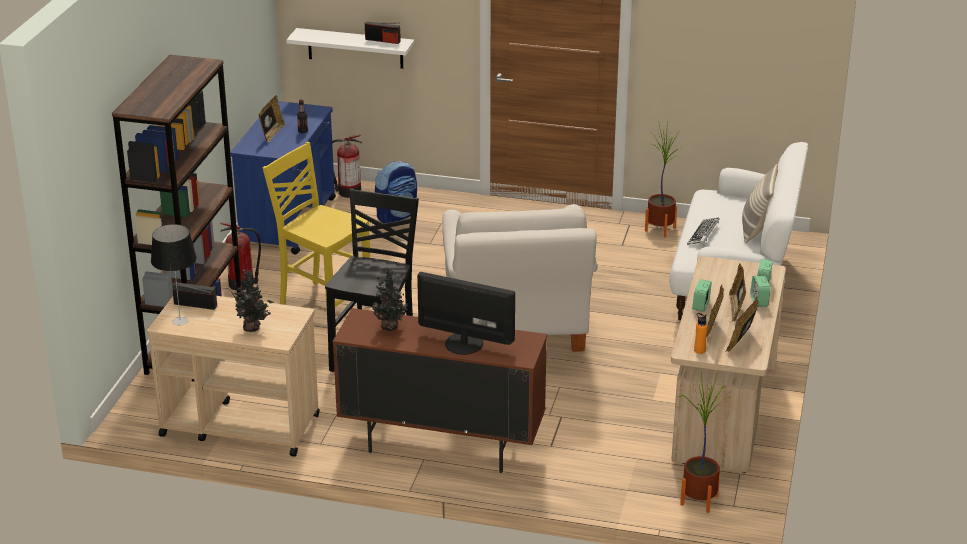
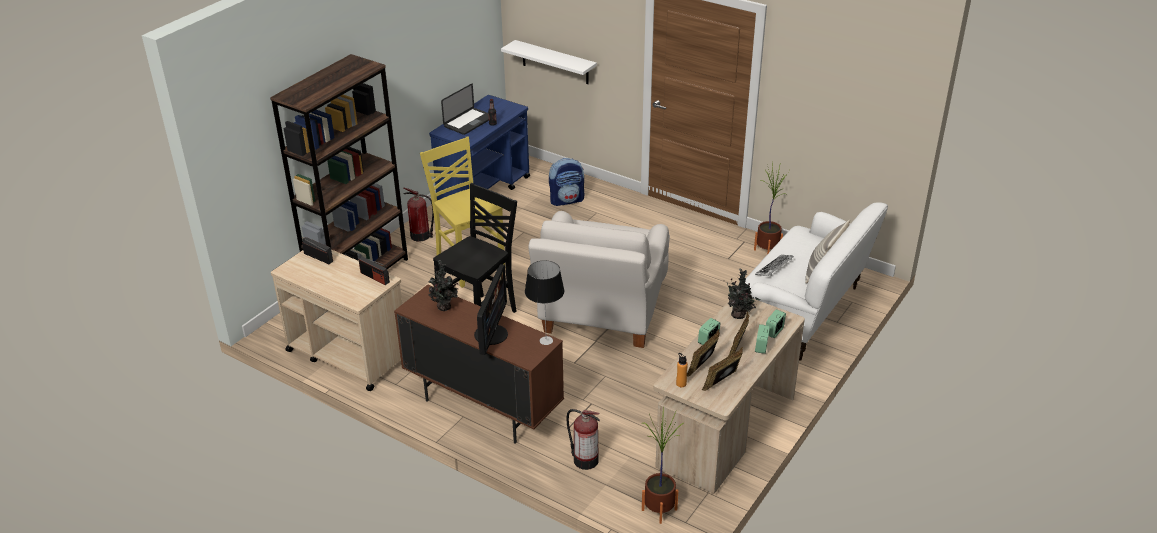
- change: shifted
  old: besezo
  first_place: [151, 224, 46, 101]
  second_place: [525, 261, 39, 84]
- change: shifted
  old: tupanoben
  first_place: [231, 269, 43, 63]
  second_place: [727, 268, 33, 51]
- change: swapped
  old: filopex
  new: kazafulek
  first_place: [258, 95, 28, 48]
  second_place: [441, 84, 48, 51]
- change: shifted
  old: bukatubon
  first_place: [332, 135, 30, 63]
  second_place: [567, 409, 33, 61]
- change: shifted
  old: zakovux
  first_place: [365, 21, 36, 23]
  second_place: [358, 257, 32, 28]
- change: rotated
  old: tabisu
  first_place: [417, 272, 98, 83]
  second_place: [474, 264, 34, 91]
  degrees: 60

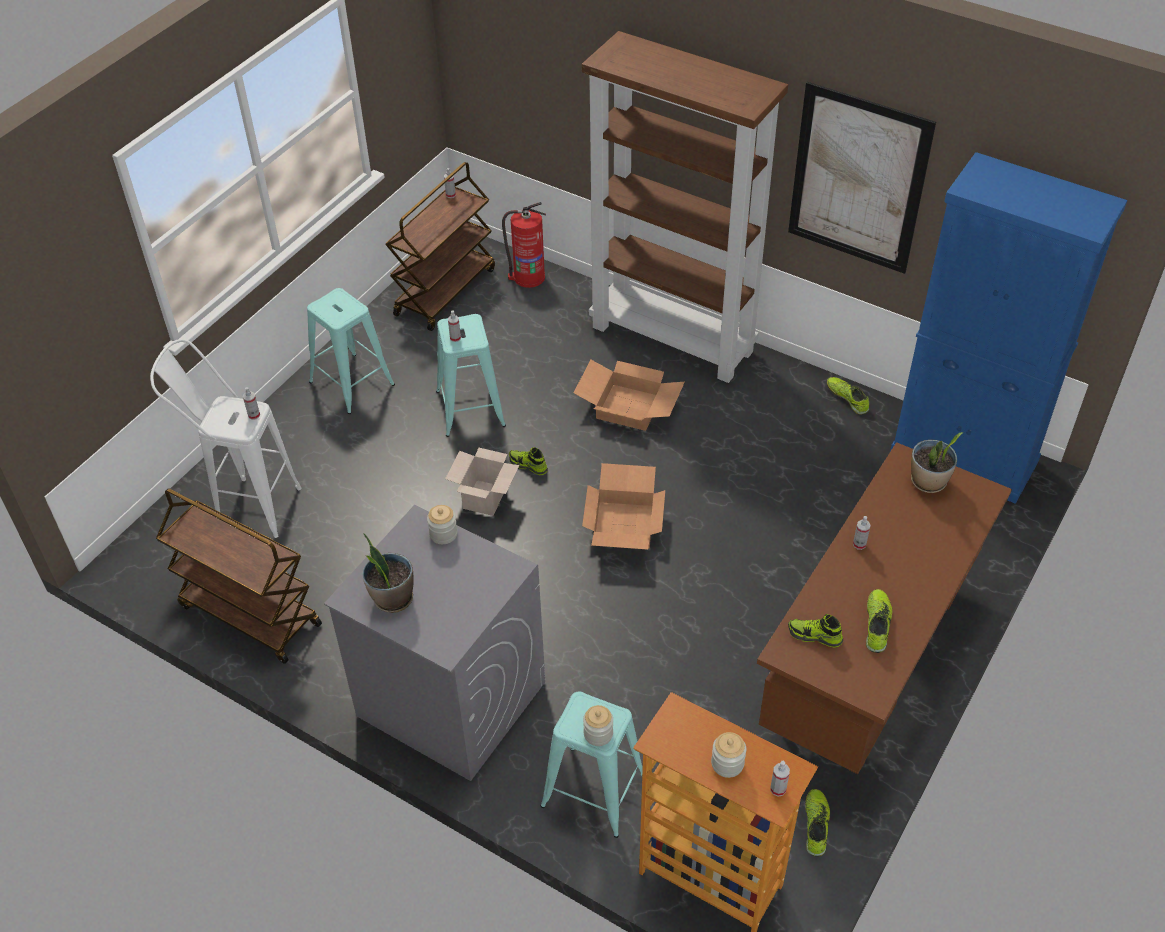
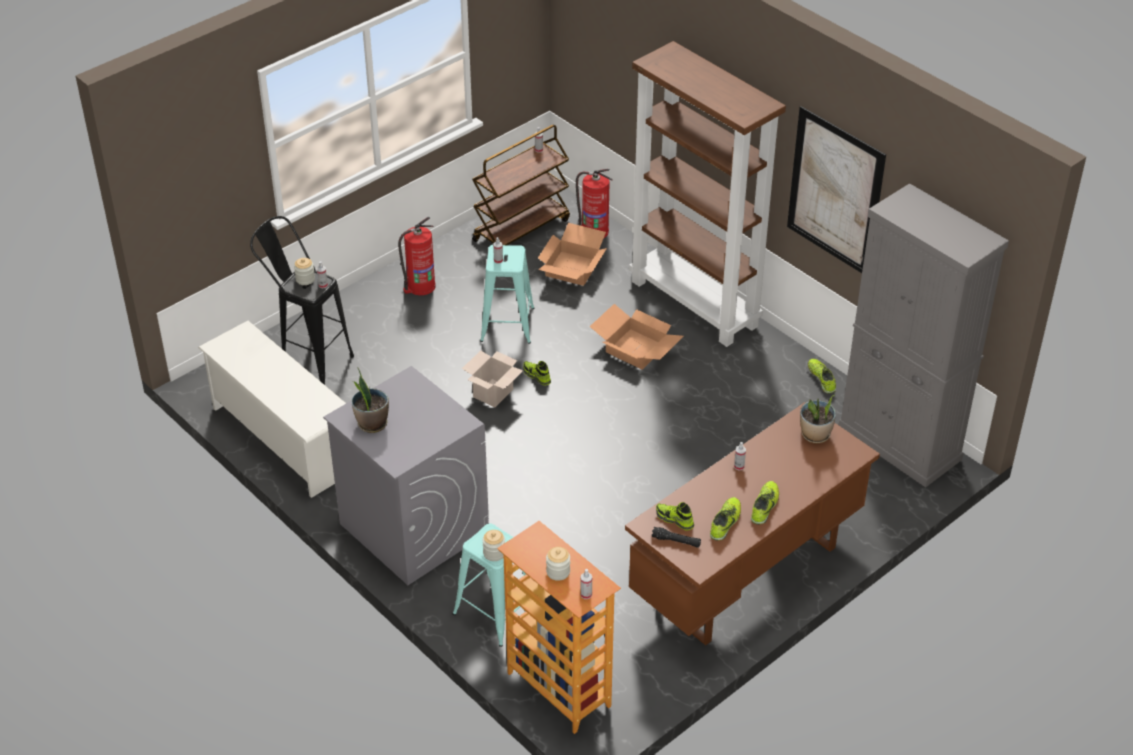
- change: repainted
  old: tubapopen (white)
  new: tubapopen (black)
  first_place: [150, 339, 151, 199]
  second_place: [250, 216, 104, 169]
- change: swapped
  old: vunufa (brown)
  new: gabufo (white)
  first_place: [156, 488, 166, 176]
  second_place: [198, 321, 148, 177]
- change: swapped
  old: tubapopen (turquoise)
  new: bukatubon
  first_place: [307, 288, 88, 126]
  second_place: [398, 217, 38, 78]
- change: shifted
  old: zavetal
  first_place: [427, 505, 30, 39]
  second_place: [294, 258, 21, 27]
- change: shifted
  old: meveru
  first_place: [582, 463, 83, 87]
  second_place: [538, 223, 69, 63]
- change: shifted
  old: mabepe
  first_place: [805, 789, 25, 68]
  second_place: [751, 481, 28, 44]
- change: repainted
  old: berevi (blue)
  new: berevi (grey)
  first_place: [890, 152, 237, 352]
  second_place: [838, 183, 171, 304]
- change: new
  new: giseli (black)
  second_place: [651, 527, 50, 21]

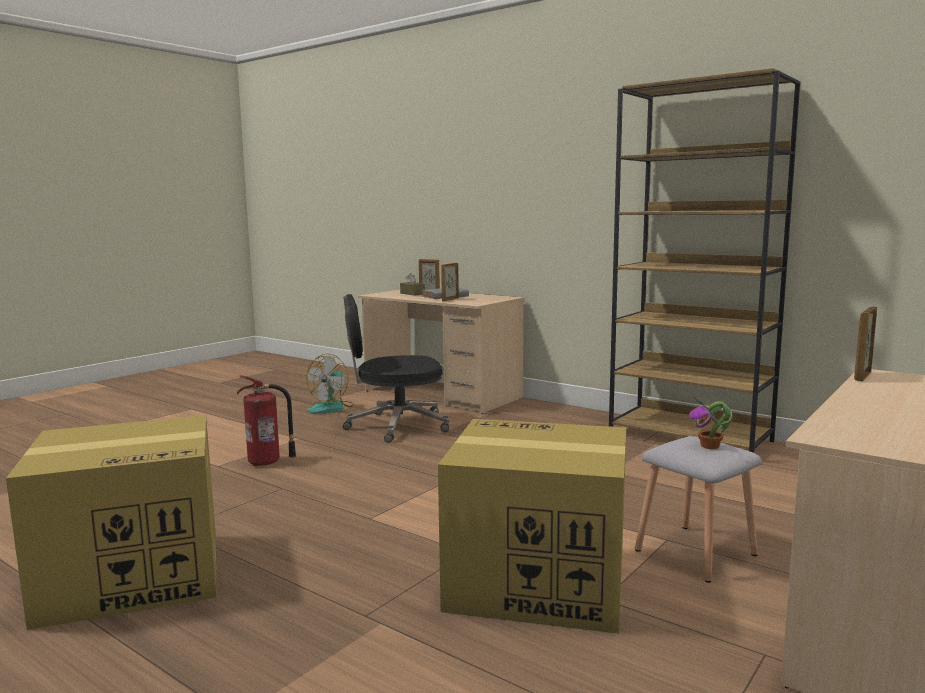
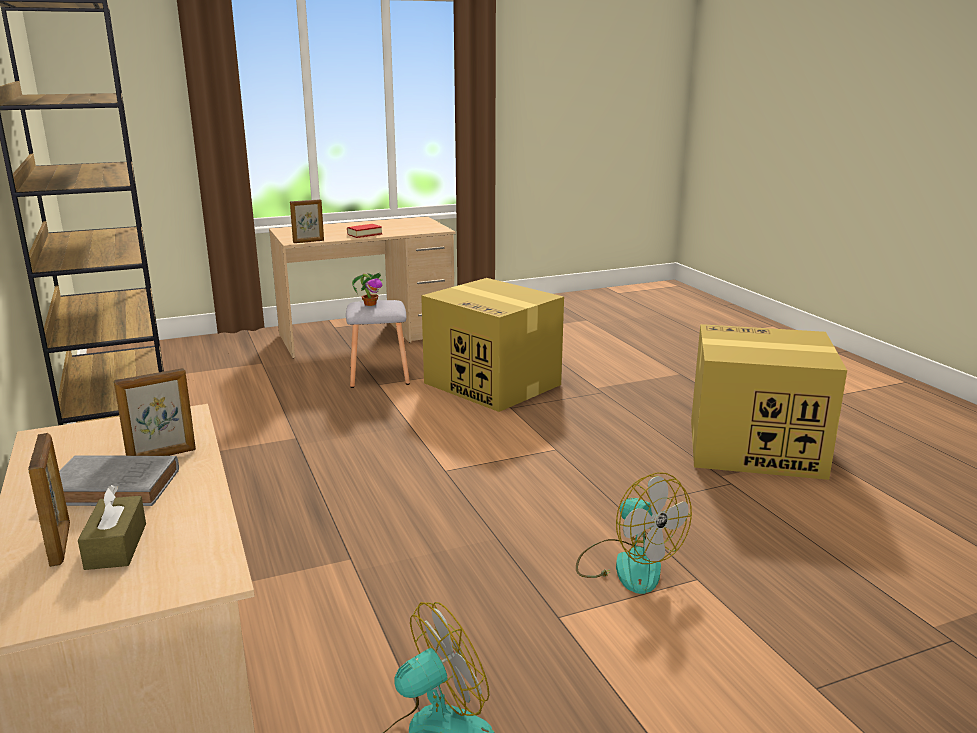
- change: swapped
  old: bukatubon
  new: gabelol
  first_place: [237, 375, 59, 91]
  second_place: [576, 472, 116, 122]
- change: gone
  old: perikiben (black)
  first_place: [343, 294, 106, 149]
- change: new
  new: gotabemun
  second_place: [347, 224, 35, 14]

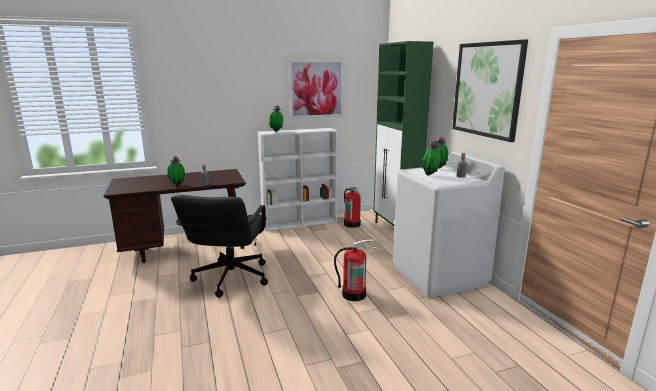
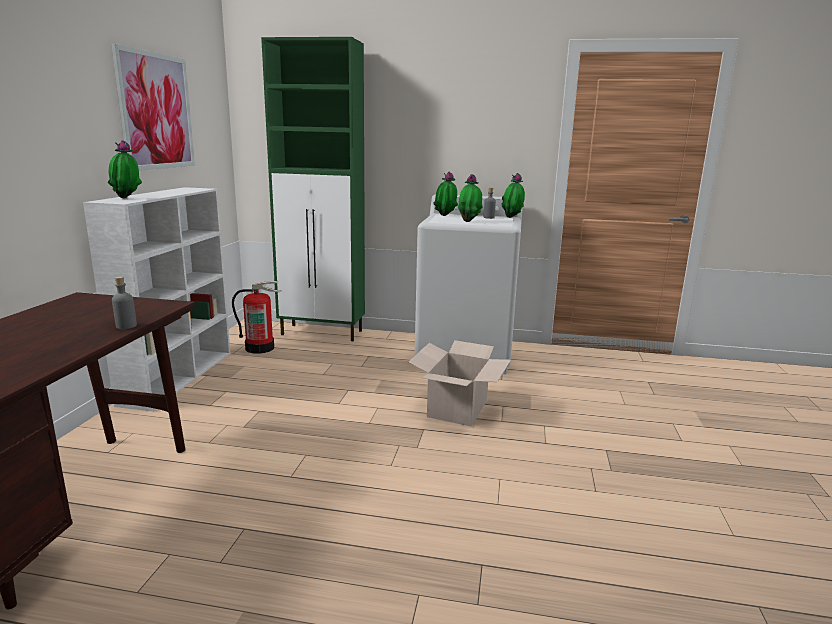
- change: shifted
  old: tupanoben
  first_place: [167, 156, 19, 30]
  second_place: [501, 173, 24, 45]
- change: gone
  old: perikiben (black)
  first_place: [171, 195, 97, 102]
- change: swapped
  old: bukatubon
  new: meveru
  first_place: [334, 239, 43, 62]
  second_place: [409, 340, 102, 86]
- change: gone
  old: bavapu
  first_place: [452, 39, 76, 103]

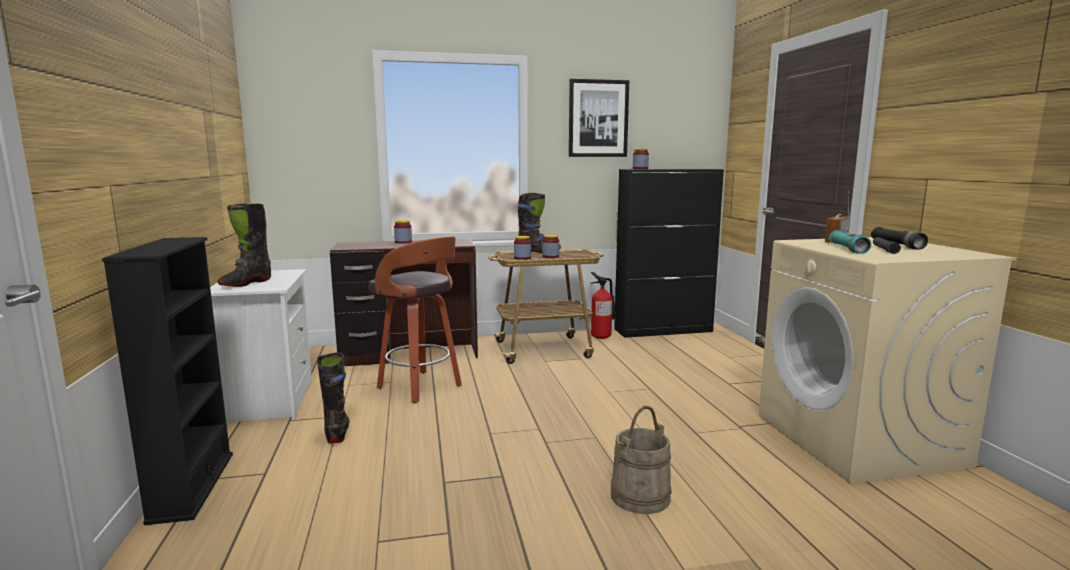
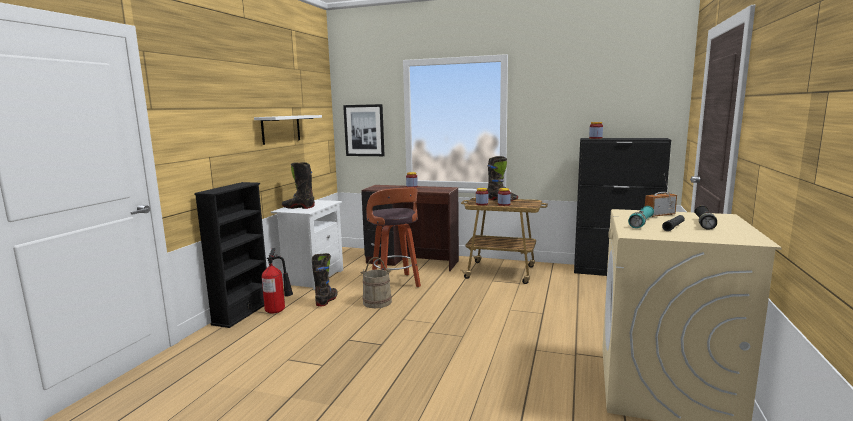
- change: rotated
  old: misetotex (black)
  first_place: [217, 203, 54, 84]
  second_place: [282, 162, 33, 47]
  degrees: 45
- change: shifted
  old: bavapu
  first_place: [569, 79, 60, 78]
  second_place: [343, 104, 42, 52]
- change: shifted
  old: bukatubon
  first_place: [591, 272, 25, 67]
  second_place: [261, 248, 32, 66]
- change: shifted
  old: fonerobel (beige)
  first_place: [611, 406, 61, 108]
  second_place: [360, 257, 32, 51]
- change: new
  new: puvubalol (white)
  second_place: [254, 115, 68, 30]

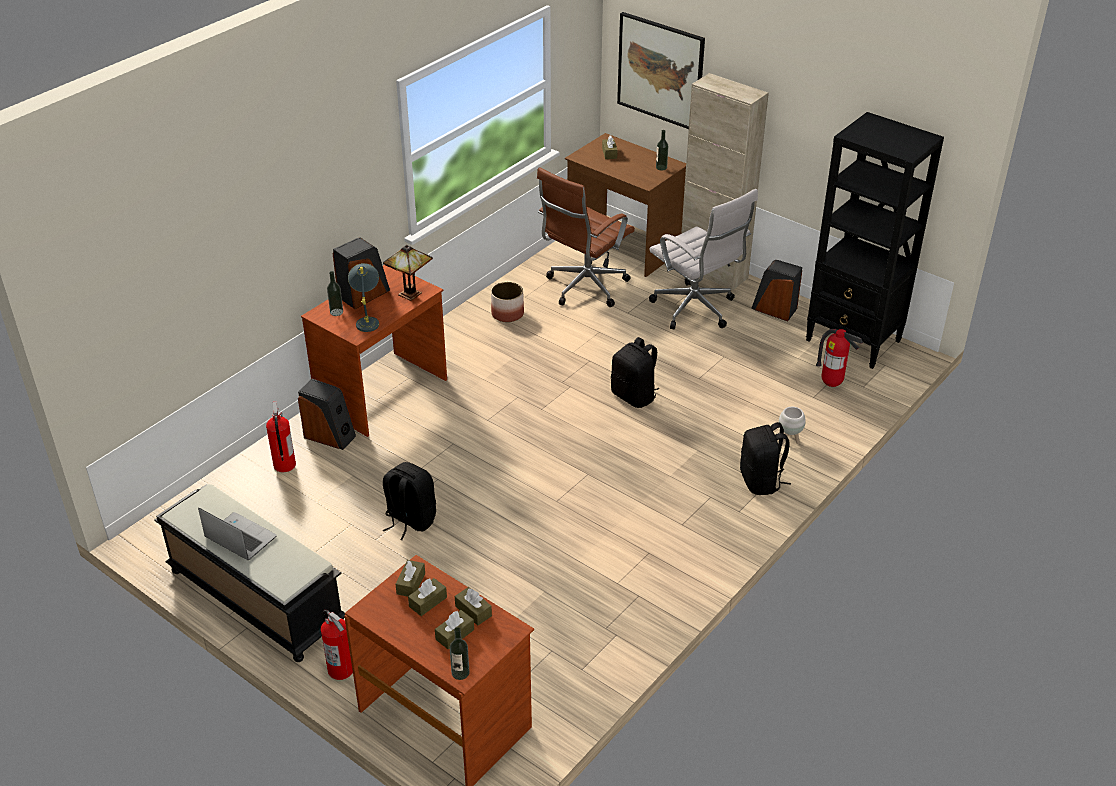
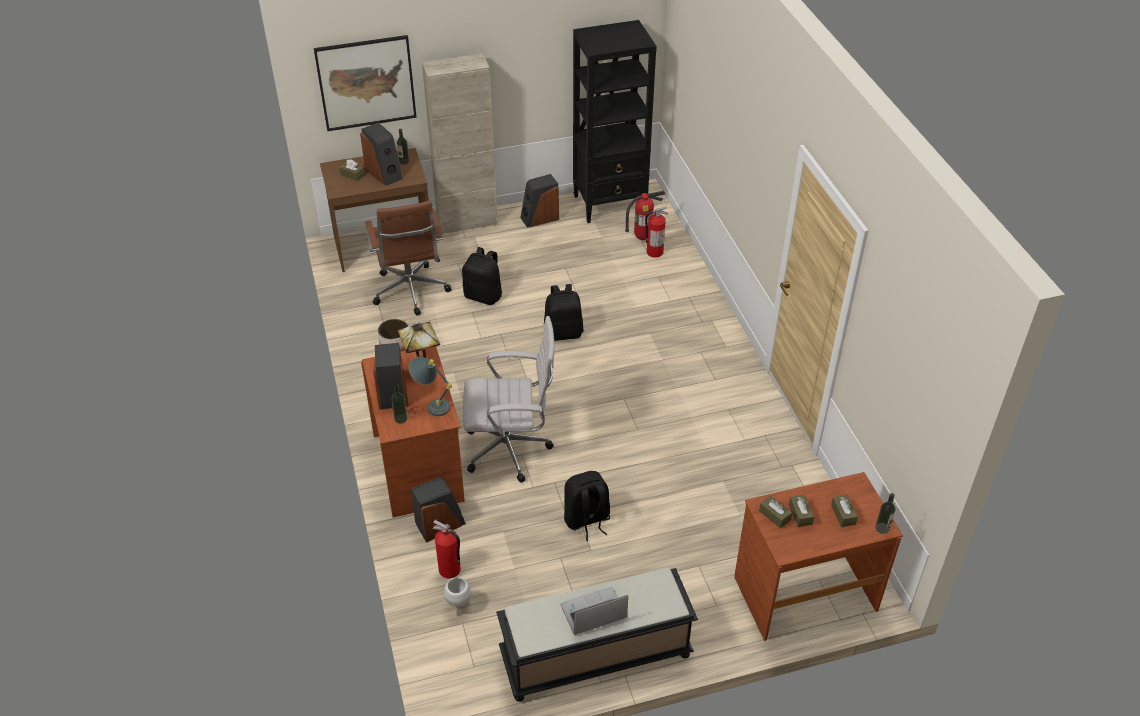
- change: shifted
  old: bukatubon
  first_place: [321, 610, 32, 70]
  second_place: [645, 206, 23, 51]
- change: gone
  old: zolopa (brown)
  first_place: [455, 587, 37, 39]
- change: shifted
  old: perikiben (white)
  first_place: [649, 189, 109, 140]
  second_place: [463, 316, 92, 167]
- change: shifted
  old: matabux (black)
  first_place: [740, 422, 51, 73]
  second_place: [462, 247, 40, 58]
- change: shifted
  old: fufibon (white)
  first_place: [779, 407, 27, 37]
  second_place: [444, 577, 27, 39]
- change: new
  new: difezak
  second_place: [360, 123, 42, 63]

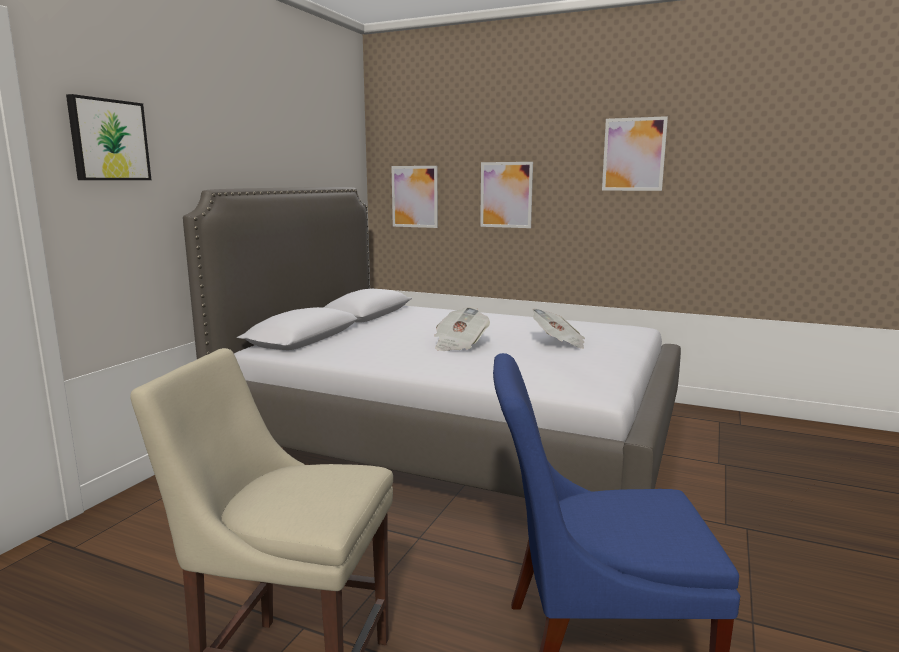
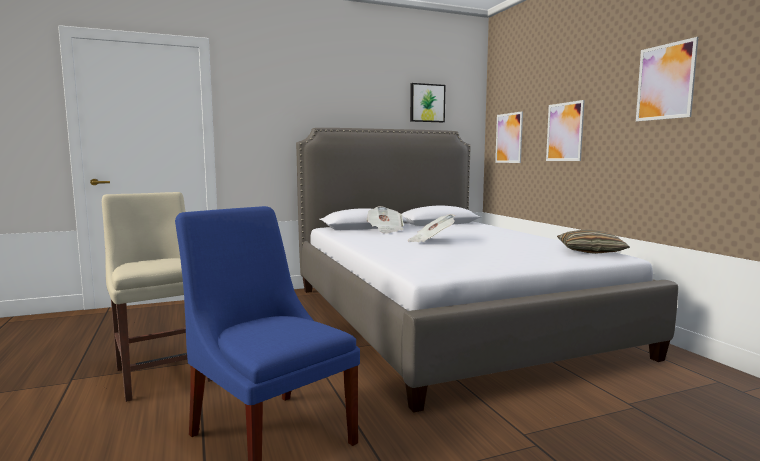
- change: shifted
  old: bavapu
  first_place: [66, 94, 85, 86]
  second_place: [410, 83, 35, 39]
- change: shifted
  old: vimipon
  first_place: [532, 308, 53, 41]
  second_place: [366, 206, 38, 28]
- change: new
  new: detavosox
  second_place: [557, 230, 73, 24]

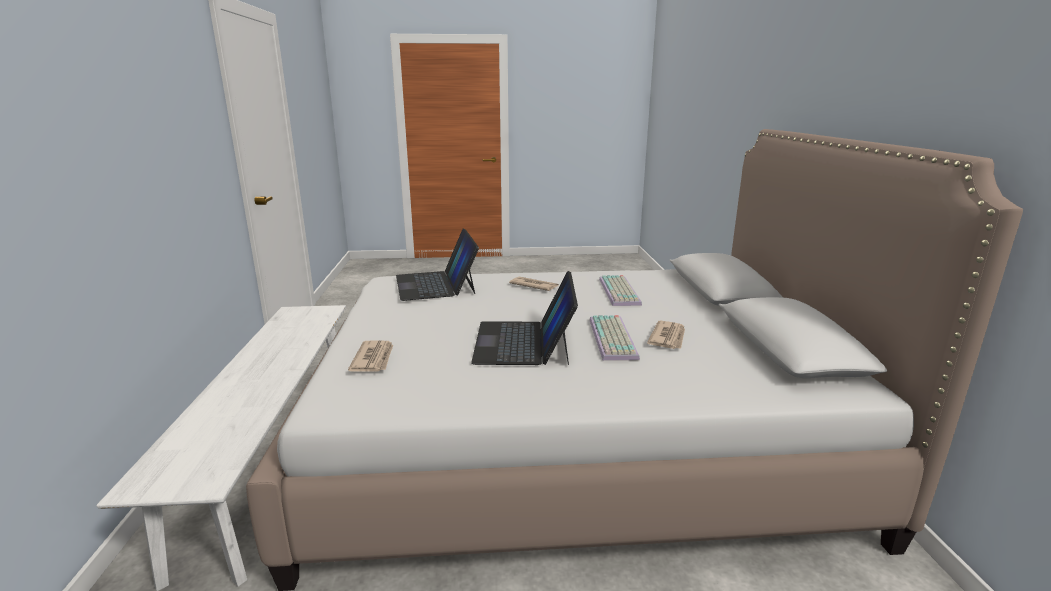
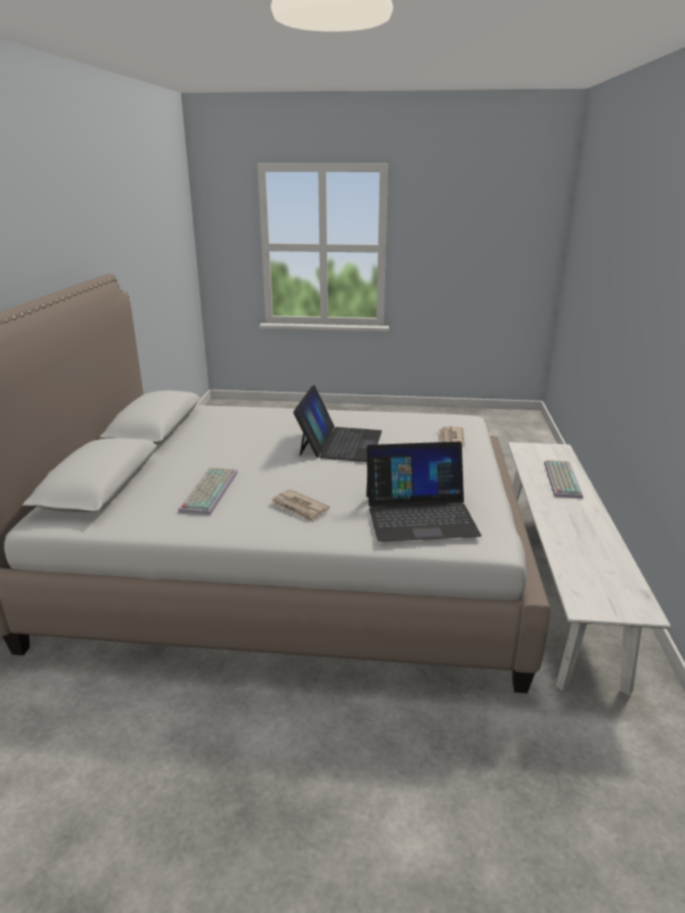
- change: rotated
  old: kazafulek
  first_place: [396, 228, 83, 73]
  second_place: [366, 441, 115, 101]
  degrees: 90
- change: shifted
  old: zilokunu
  first_place: [589, 315, 51, 46]
  second_place: [544, 460, 39, 39]
- change: gone
  old: vimipon
  first_place: [647, 321, 38, 28]

